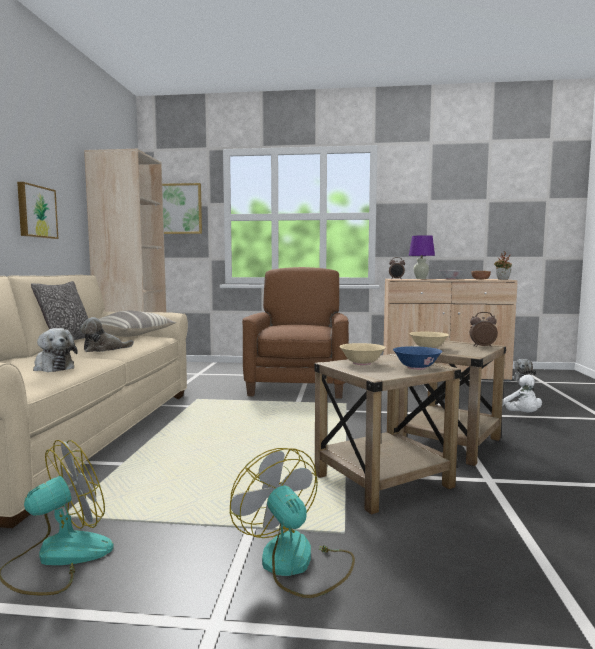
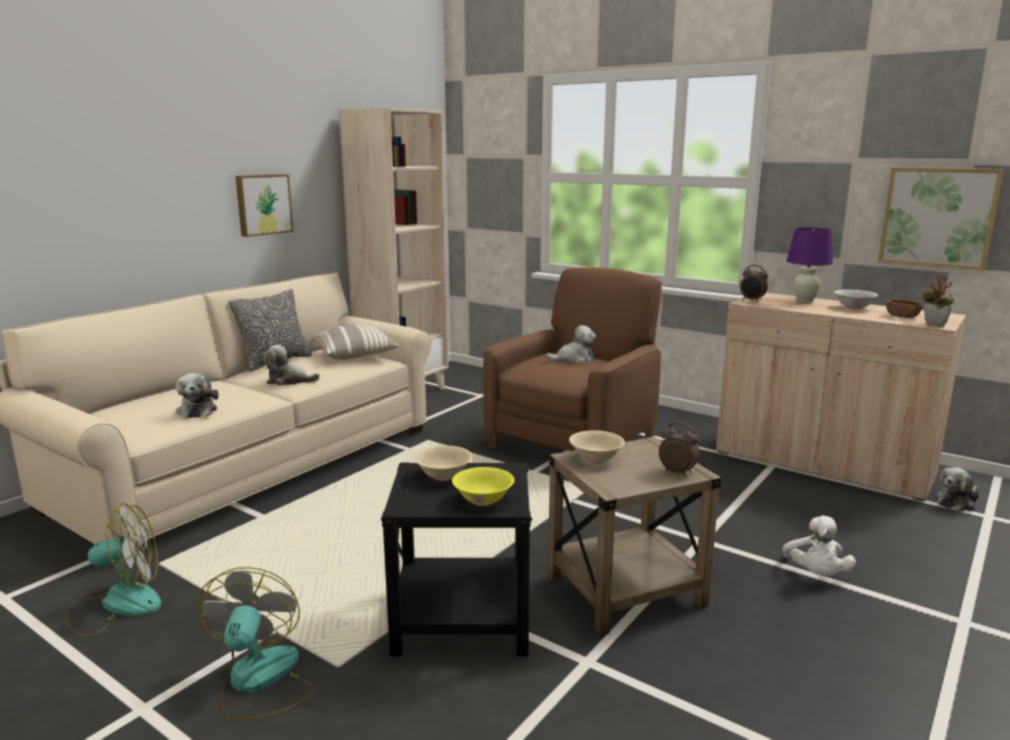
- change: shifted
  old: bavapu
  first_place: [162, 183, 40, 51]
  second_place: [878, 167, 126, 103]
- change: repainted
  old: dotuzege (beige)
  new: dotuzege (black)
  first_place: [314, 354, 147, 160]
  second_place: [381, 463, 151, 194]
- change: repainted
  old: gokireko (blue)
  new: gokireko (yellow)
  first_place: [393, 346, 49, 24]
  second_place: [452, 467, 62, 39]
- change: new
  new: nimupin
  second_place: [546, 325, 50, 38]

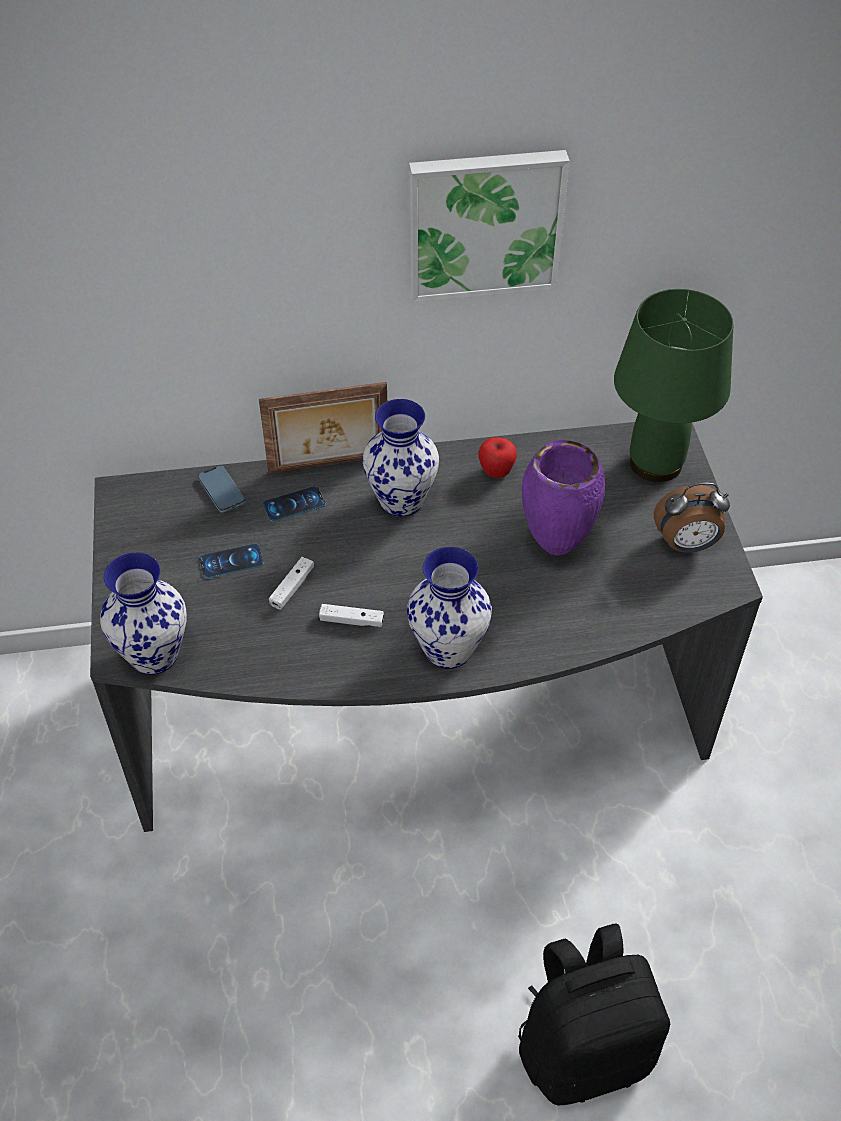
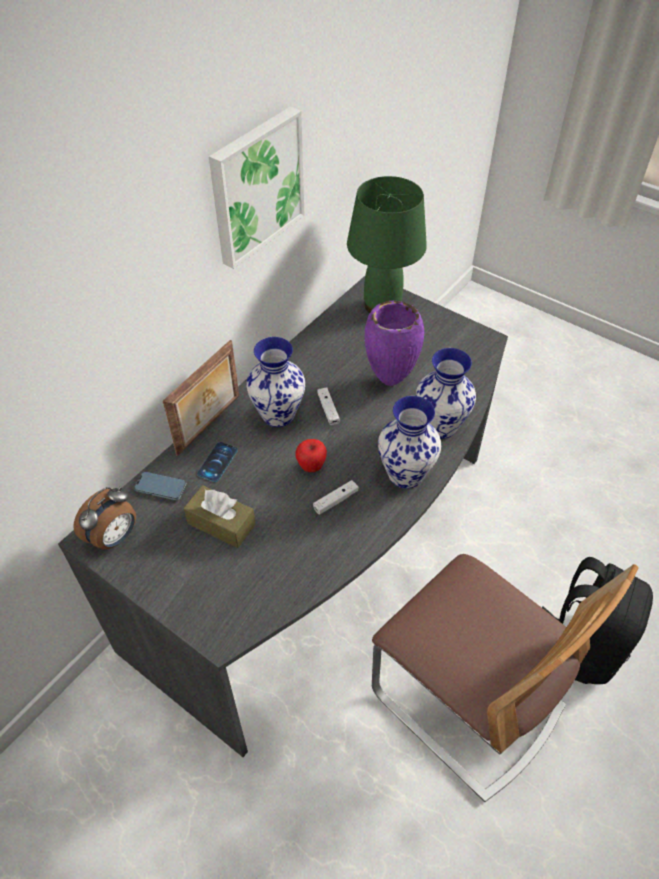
- change: shifted
  old: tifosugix
  first_place: [100, 552, 87, 123]
  second_place: [416, 348, 60, 91]
- change: swapped
  old: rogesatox
  new: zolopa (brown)
  first_place: [199, 544, 65, 34]
  second_place: [184, 485, 71, 63]
- change: shifted
  old: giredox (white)
  first_place: [269, 557, 45, 53]
  second_place: [317, 388, 23, 37]
- change: shifted
  old: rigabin
  first_place: [478, 438, 39, 40]
  second_place: [295, 439, 32, 33]
- change: shifted
  old: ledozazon
  first_place: [654, 483, 76, 70]
  second_place: [73, 487, 63, 63]
- change: new
  new: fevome
  second_place: [372, 554, 267, 248]

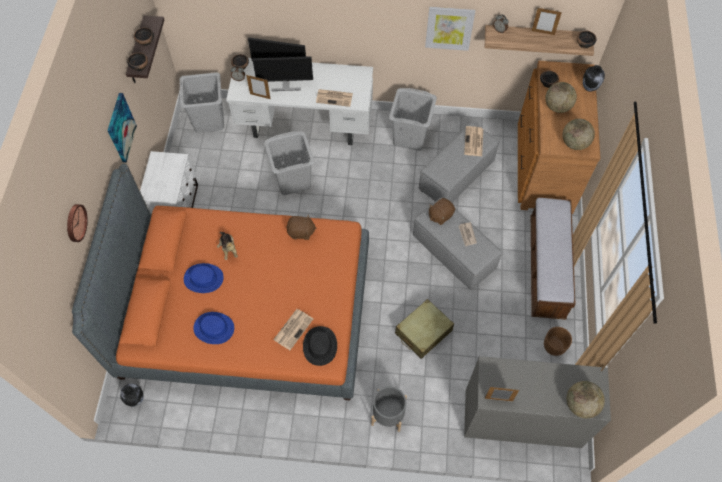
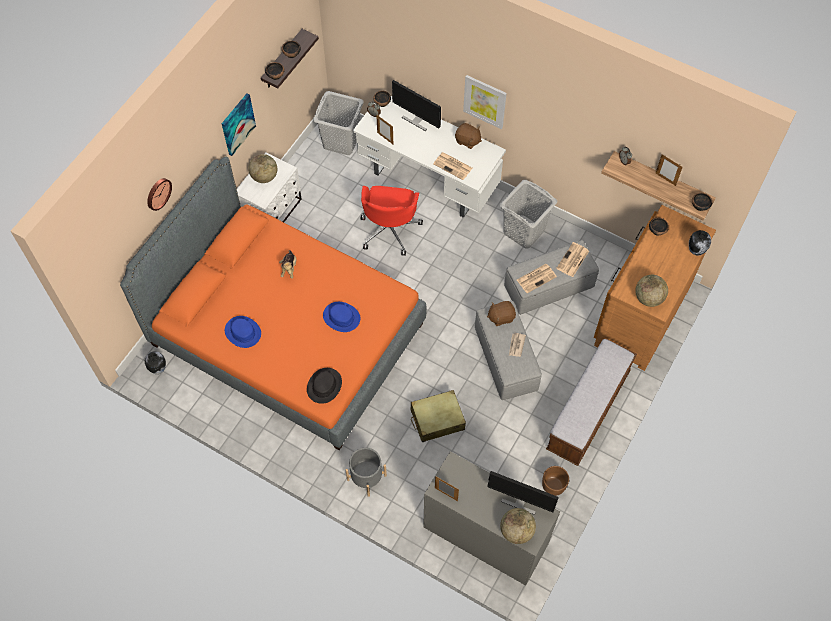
- change: shifted
  old: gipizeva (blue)
  first_place: [184, 263, 40, 30]
  second_place: [323, 302, 37, 30]
- change: shifted
  old: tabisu
  first_place: [253, 56, 60, 35]
  second_place: [487, 471, 72, 44]
- change: swapped
  old: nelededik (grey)
  new: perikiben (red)
  first_place: [264, 131, 50, 64]
  second_place: [361, 186, 62, 70]
- change: shifted
  old: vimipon
  first_place: [273, 309, 40, 41]
  second_place: [517, 264, 40, 29]
- change: shifted
  old: nimupin (brown)
  first_place: [286, 214, 31, 26]
  second_place: [455, 123, 27, 26]
- change: shifted
  old: bavapu
  first_place: [425, 7, 50, 44]
  second_place: [463, 75, 44, 54]
- change: shifted
  old: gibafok
  first_place: [545, 82, 32, 31]
  second_place: [248, 154, 29, 29]

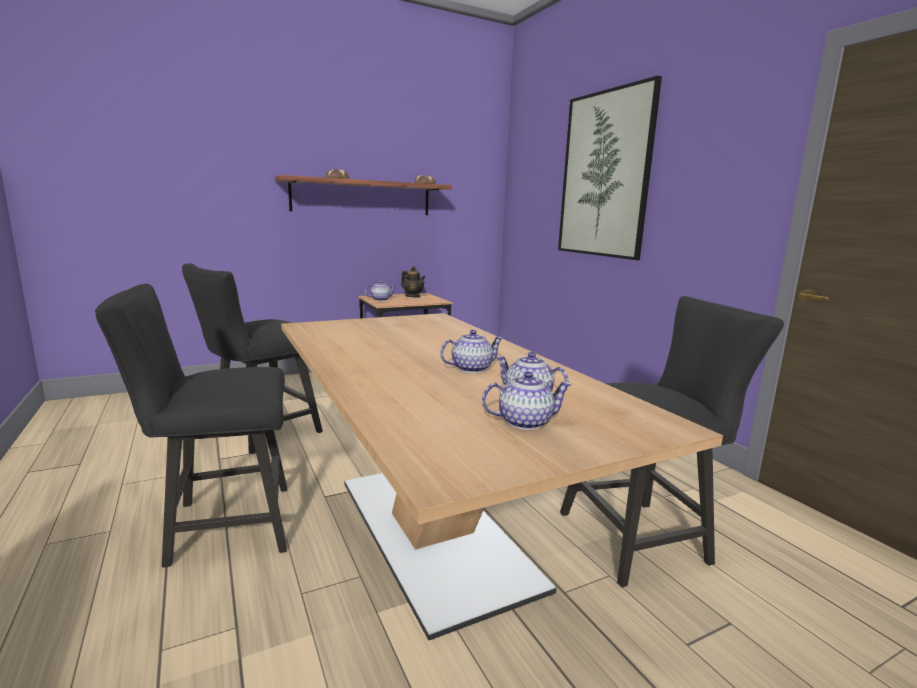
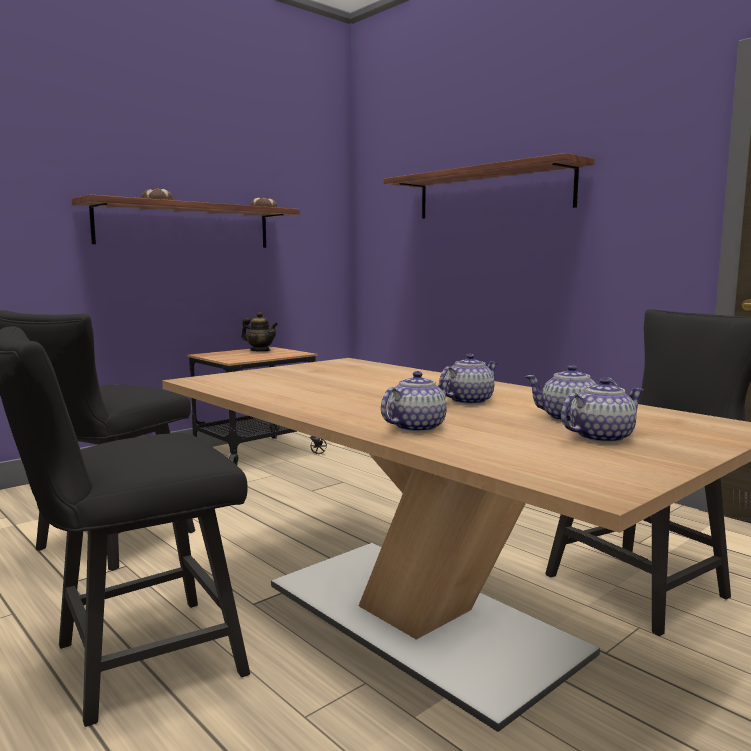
- change: shifted
  old: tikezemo
  first_place: [365, 281, 30, 20]
  second_place: [381, 371, 69, 62]
- change: swapped
  old: bavapu
  new: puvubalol
  first_place: [558, 76, 104, 184]
  second_place: [384, 153, 211, 66]

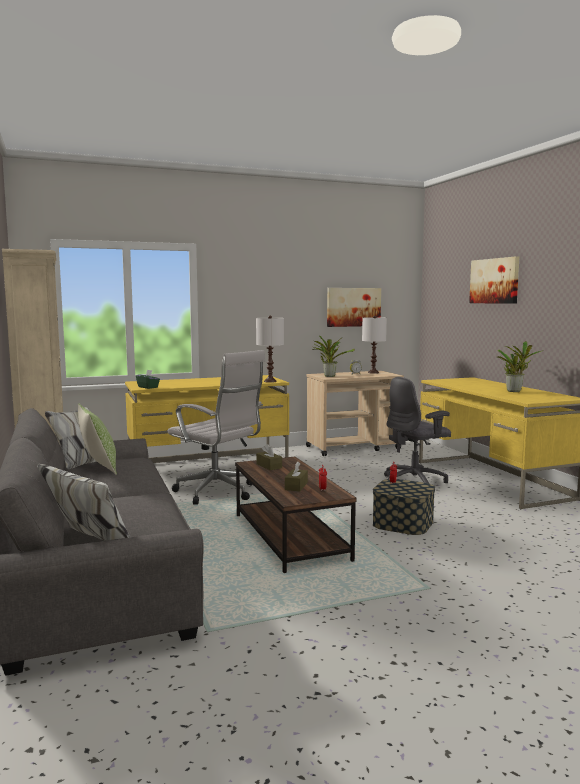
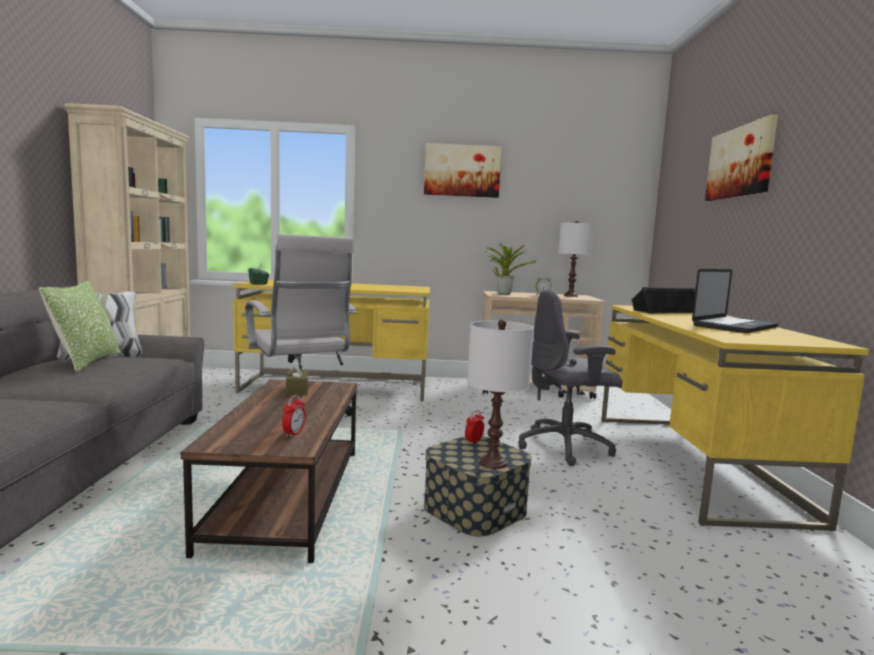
- change: shifted
  old: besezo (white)
  first_place: [256, 316, 28, 67]
  second_place: [467, 319, 67, 150]
- change: gone
  old: zolopa (brown)
  first_place: [285, 462, 23, 29]
- change: shifted
  old: bavapu
  first_place: [327, 288, 54, 39]
  second_place: [424, 143, 78, 55]
- change: swapped
  old: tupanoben
  new: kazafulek
  first_place: [497, 341, 44, 51]
  second_place: [692, 269, 87, 64]
- change: new
  new: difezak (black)
  second_place: [632, 287, 64, 27]

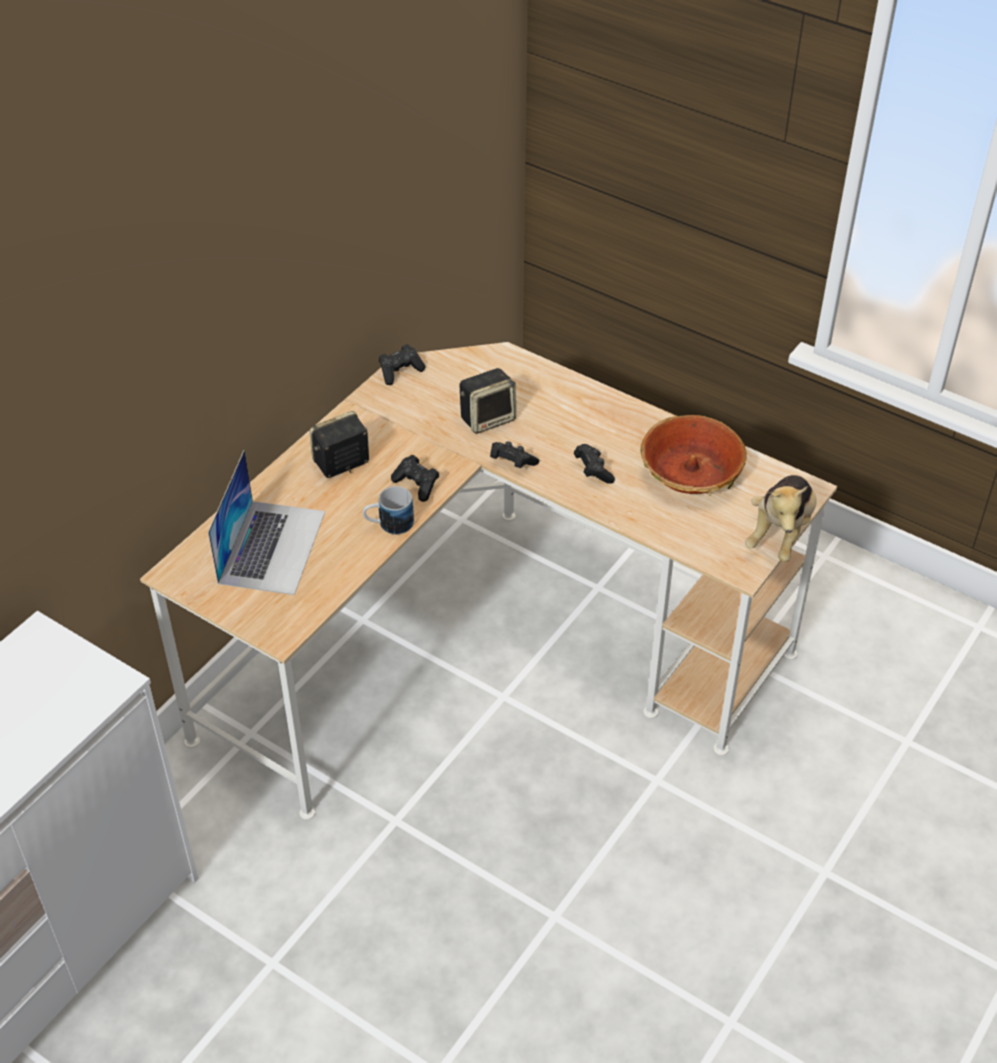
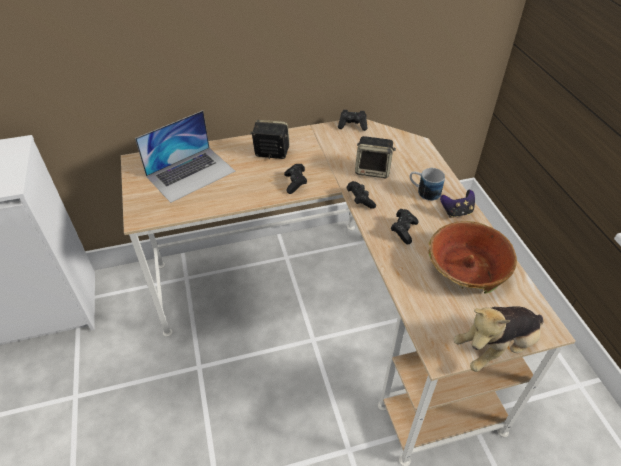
- change: shifted
  old: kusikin
  first_place: [363, 486, 51, 49]
  second_place: [410, 168, 35, 33]
- change: new
  new: giredox
  second_place: [440, 190, 35, 28]

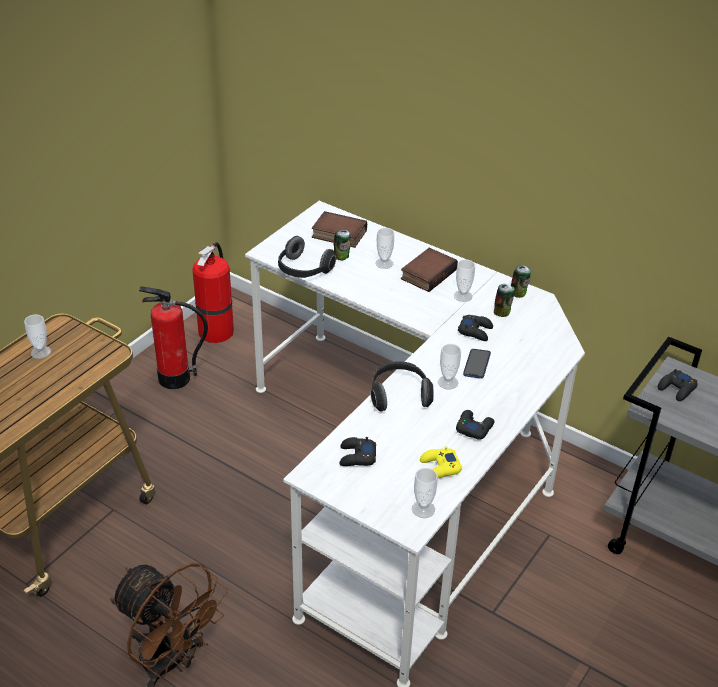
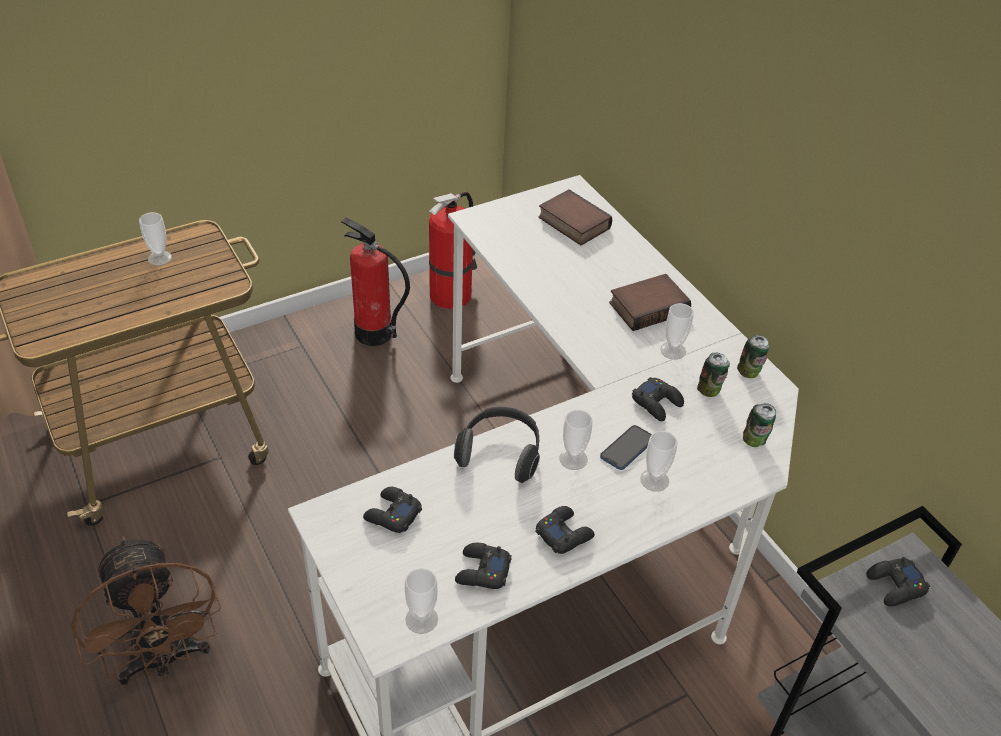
- change: gone
  old: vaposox
  first_place: [278, 236, 58, 42]
- change: shifted
  old: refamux
  first_place: [334, 229, 17, 31]
  second_place: [743, 403, 33, 44]
- change: shifted
  old: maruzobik
  first_place: [375, 228, 19, 41]
  second_place: [640, 431, 37, 61]
- change: repainted
  old: giredox (yellow)
  new: giredox (black)
  first_place: [420, 446, 42, 32]
  second_place: [455, 543, 57, 46]

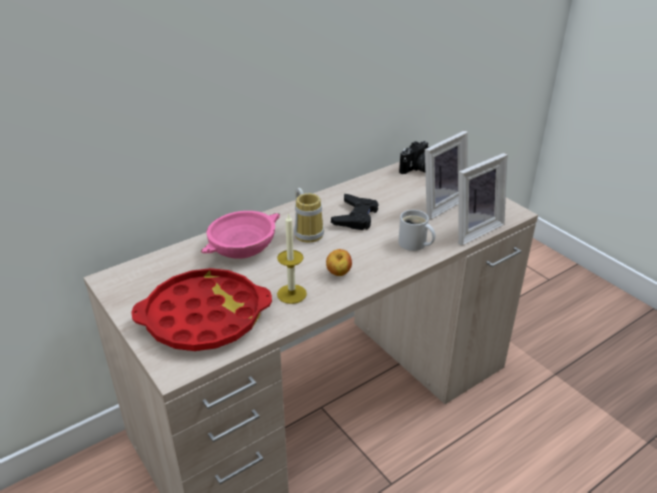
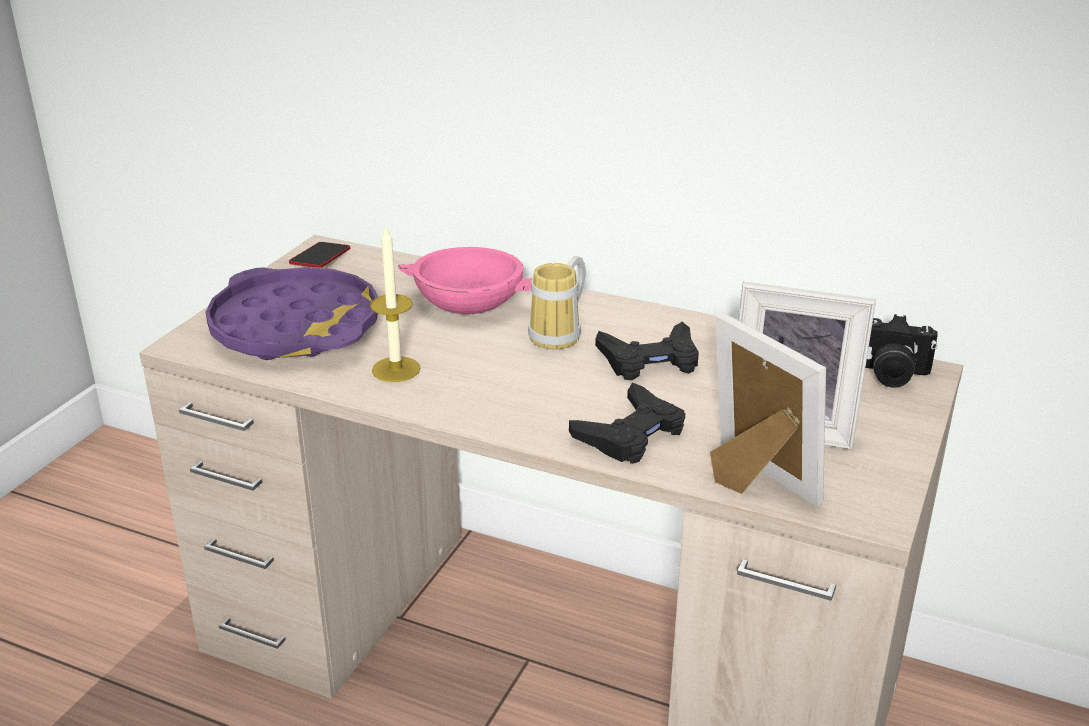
- change: repainted
  old: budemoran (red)
  new: budemoran (purple)
  first_place: [131, 268, 141, 83]
  second_place: [205, 267, 173, 93]
- change: gone
  old: rigabin
  first_place: [326, 249, 26, 27]
- change: swapped
  old: kusikin (white)
  new: giredox (black)
  first_place: [398, 210, 38, 41]
  second_place: [569, 382, 116, 82]
- change: rotated
  old: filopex
  first_place: [458, 153, 49, 92]
  second_place: [710, 313, 116, 194]
  degrees: -150
- change: new
  new: rogesatox
  second_place: [289, 242, 61, 26]

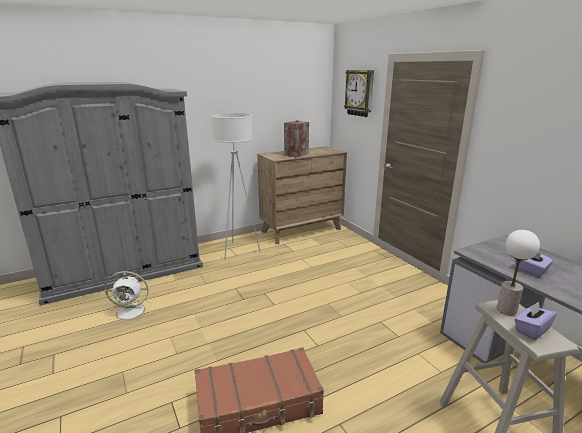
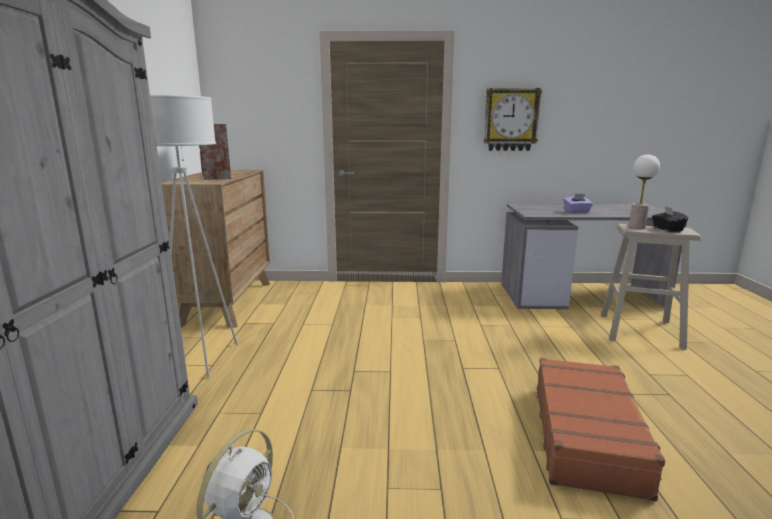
- change: shifted
  old: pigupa
  first_place: [344, 70, 30, 47]
  second_place: [484, 88, 58, 63]
- change: repainted
  old: zolopa (purple)
  new: zolopa (black)
  first_place: [515, 302, 42, 38]
  second_place: [652, 207, 36, 25]

